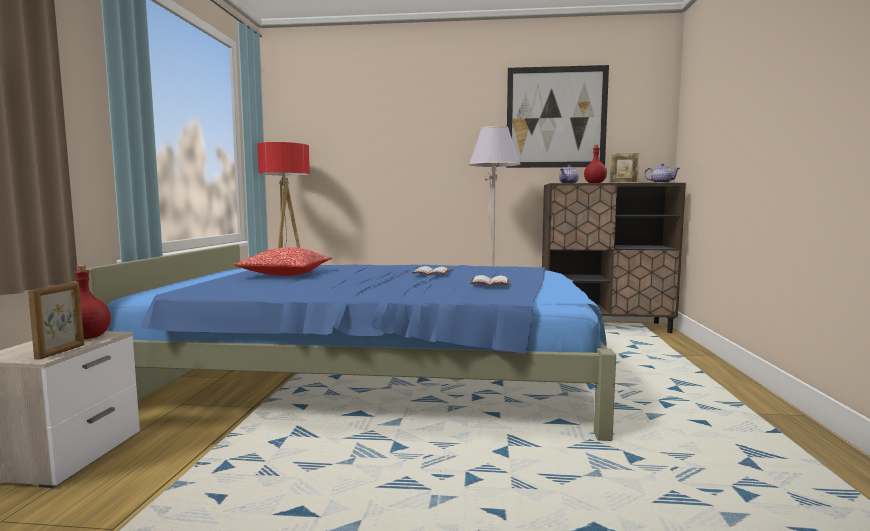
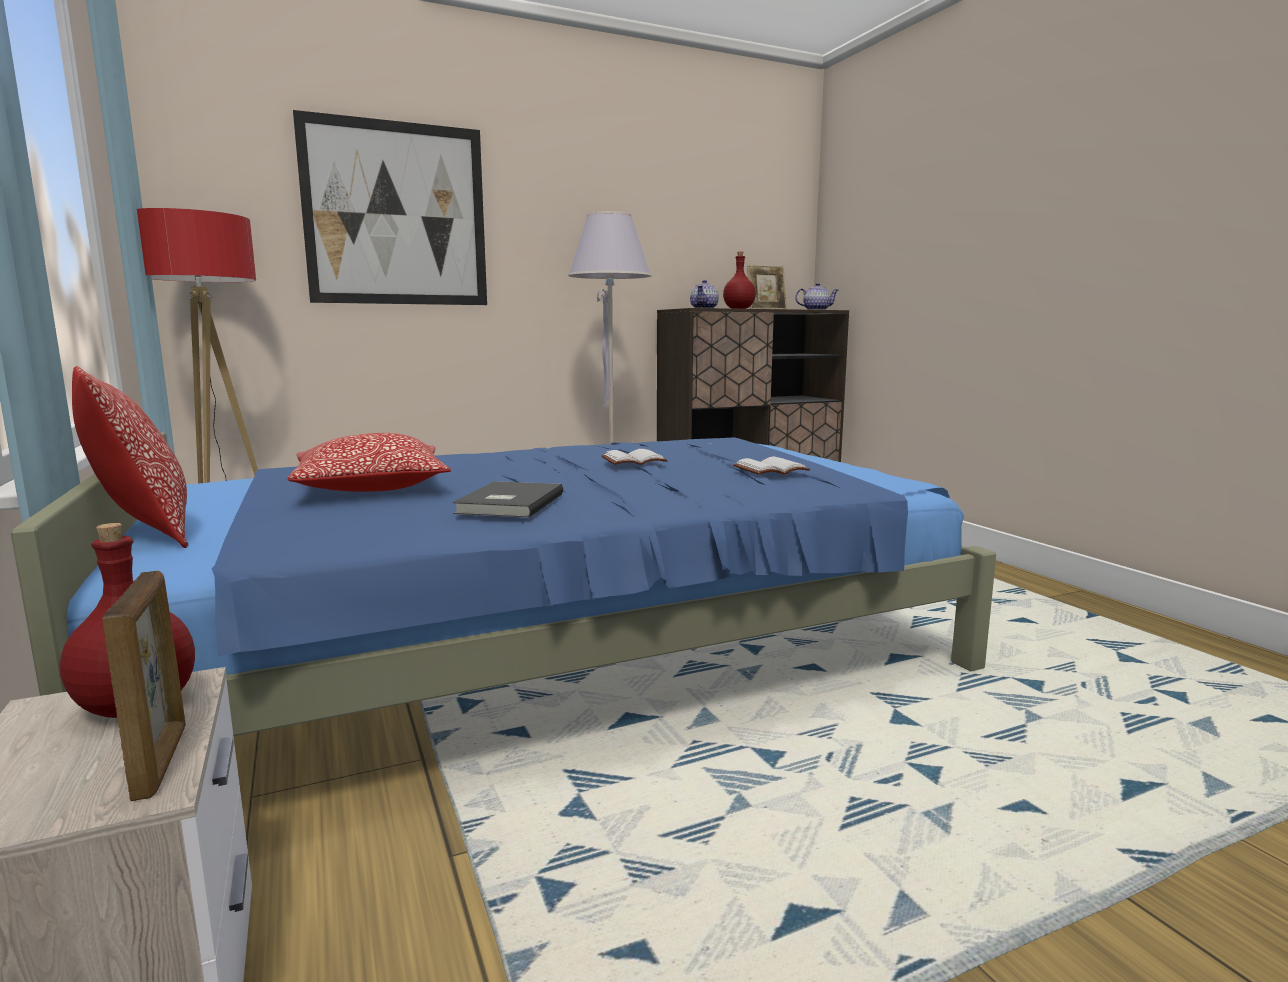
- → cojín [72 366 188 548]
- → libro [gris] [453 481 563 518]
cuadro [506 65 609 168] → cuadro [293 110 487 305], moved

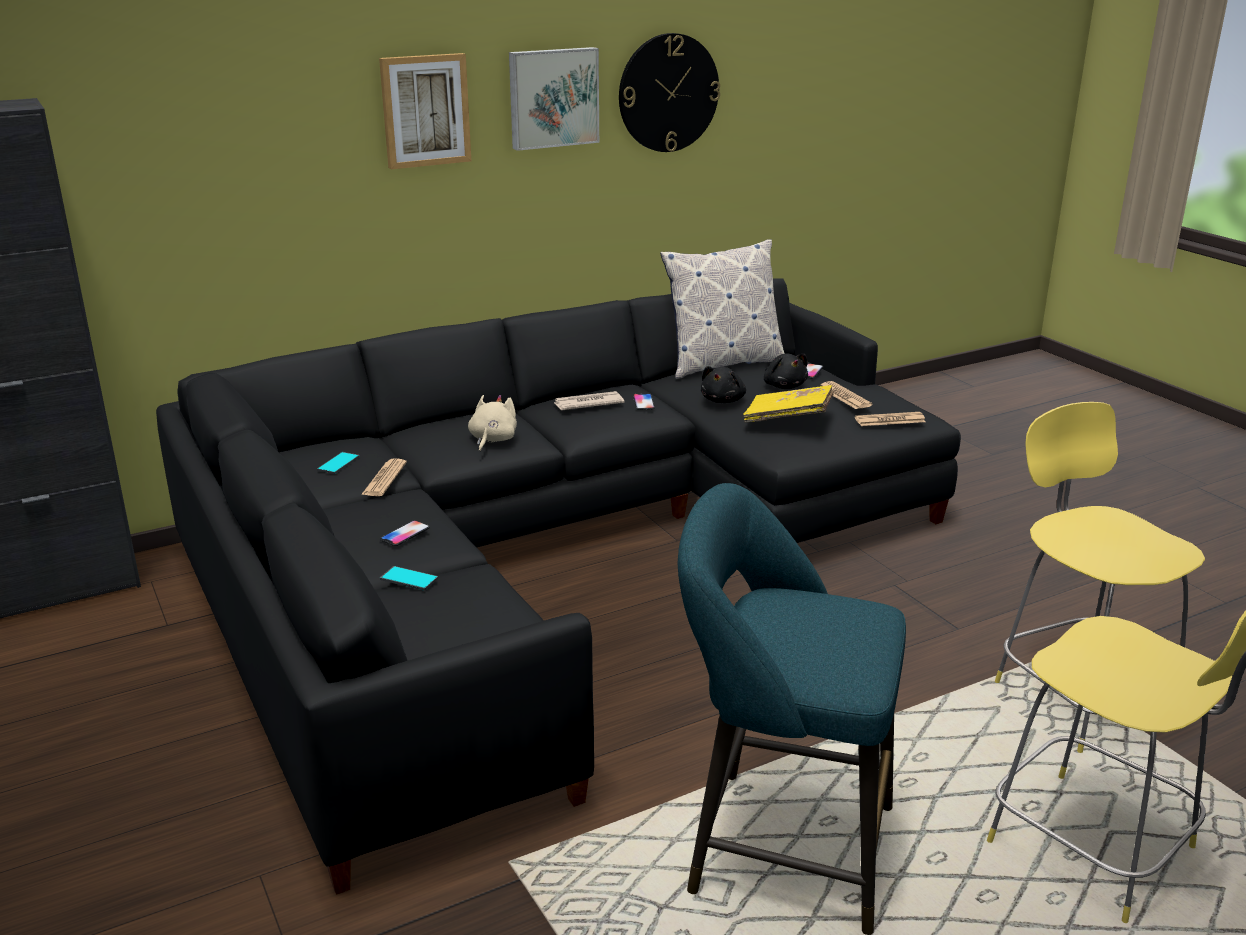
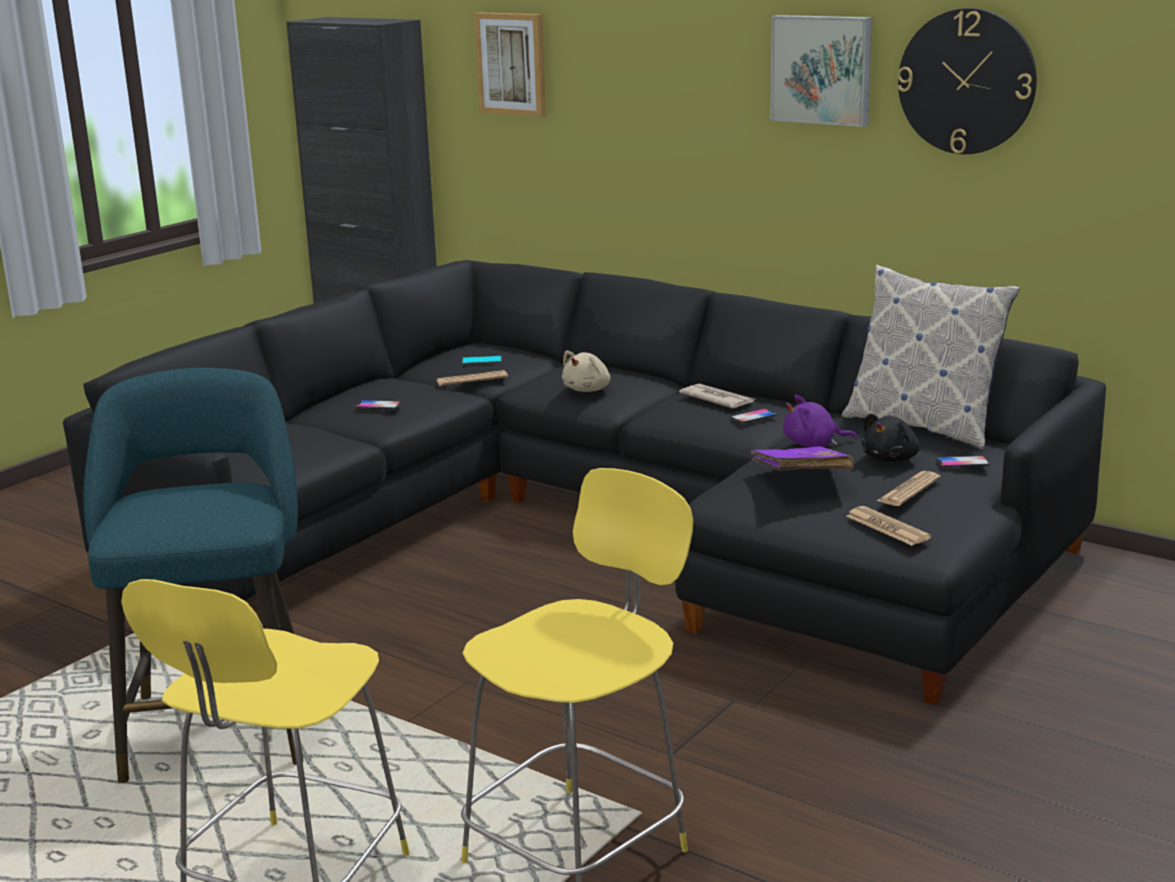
móvil [380 566 438 591] → -
cuadro [379 53 471 169] → cuadro [474 13 546 117], moved
peluche [negro] [701 366 746 403] → peluche [morado] [783 395 857 447]
libro [amarillo] [743 385 834 422] → libro [morado] [751 446 854 471]
peluche [beis] [468 395 517 452] → peluche [beis] [562 351 610 392], 135 degrees clockwise

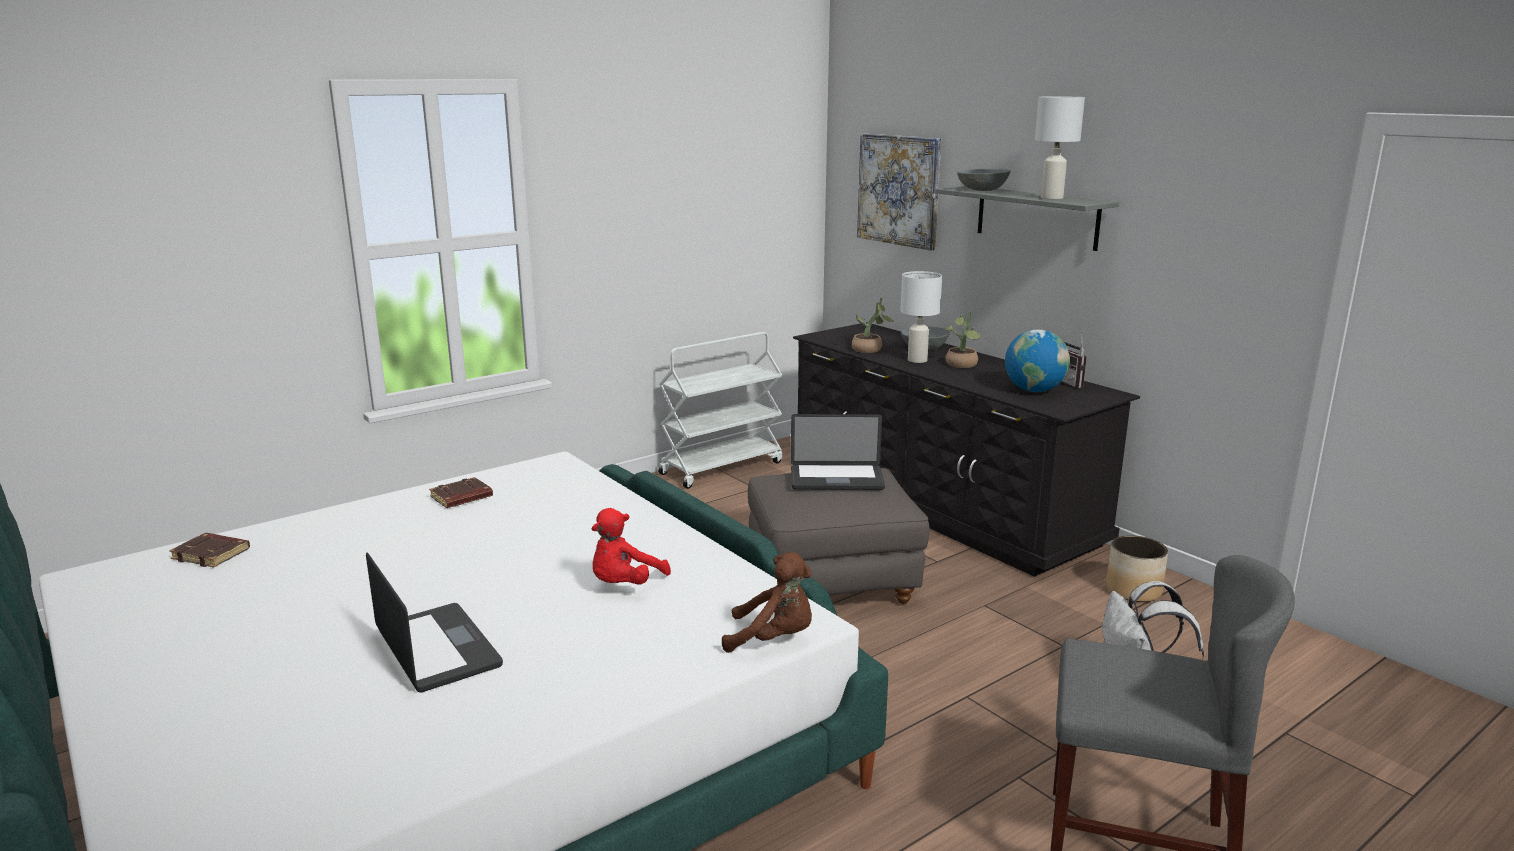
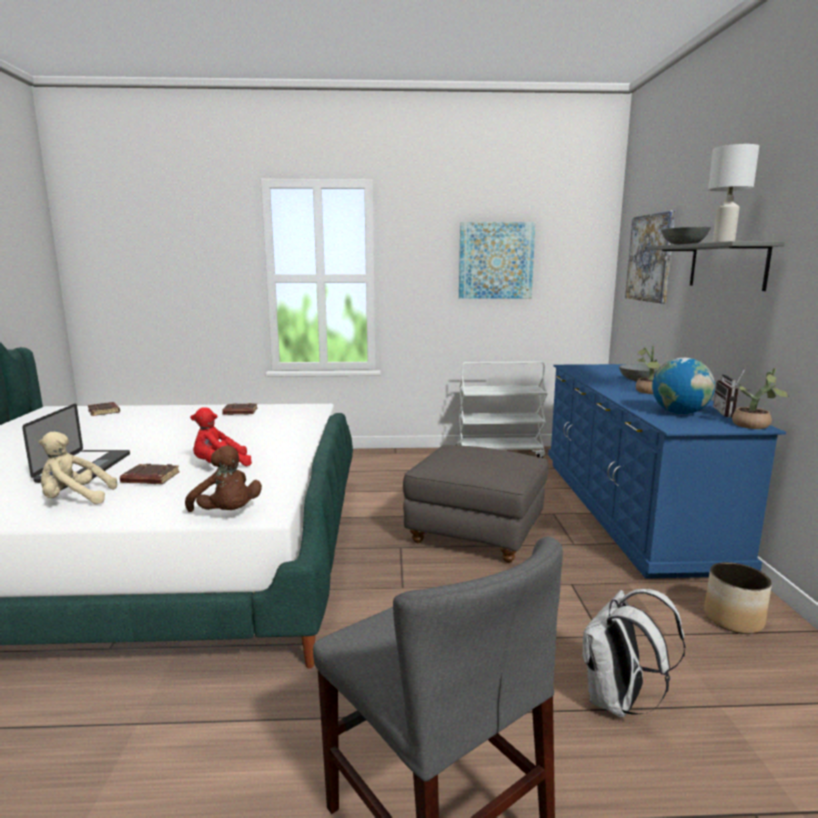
portátil [791 414 885 490] → -
lámpara de mesa [blanco] [900 271 942 363] → -
- → peluche [beis] [39 432 117 504]
- → libro [marrón] [120 464 180 484]
- → cuadro [459 222 536 299]
planta en maceta [852 298 893 353] → planta en maceta [732 368 789 429], moved
cómoda [negro] [793 322 1140 577] → cómoda [azul] [548 364 786 579]

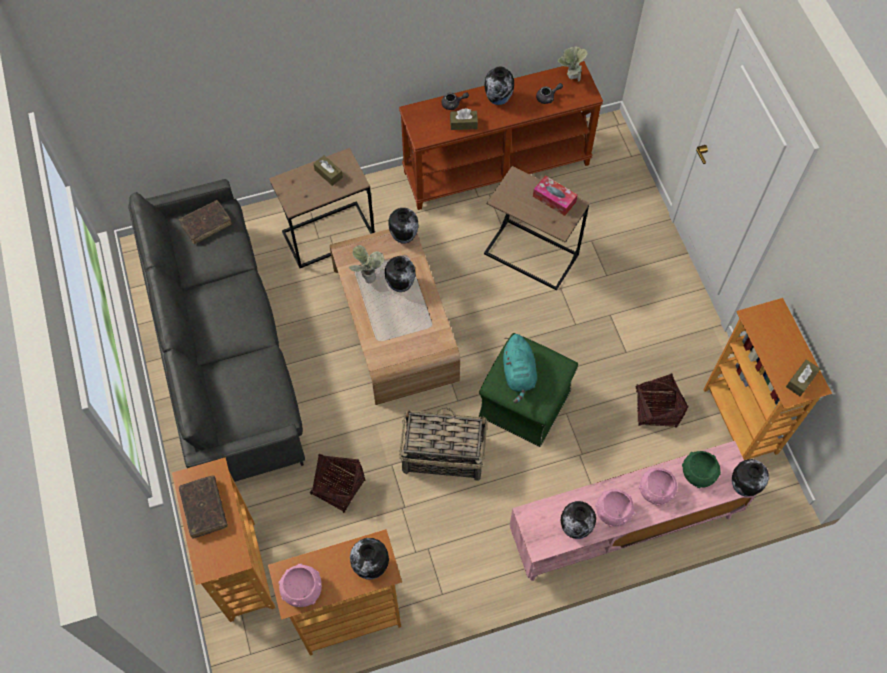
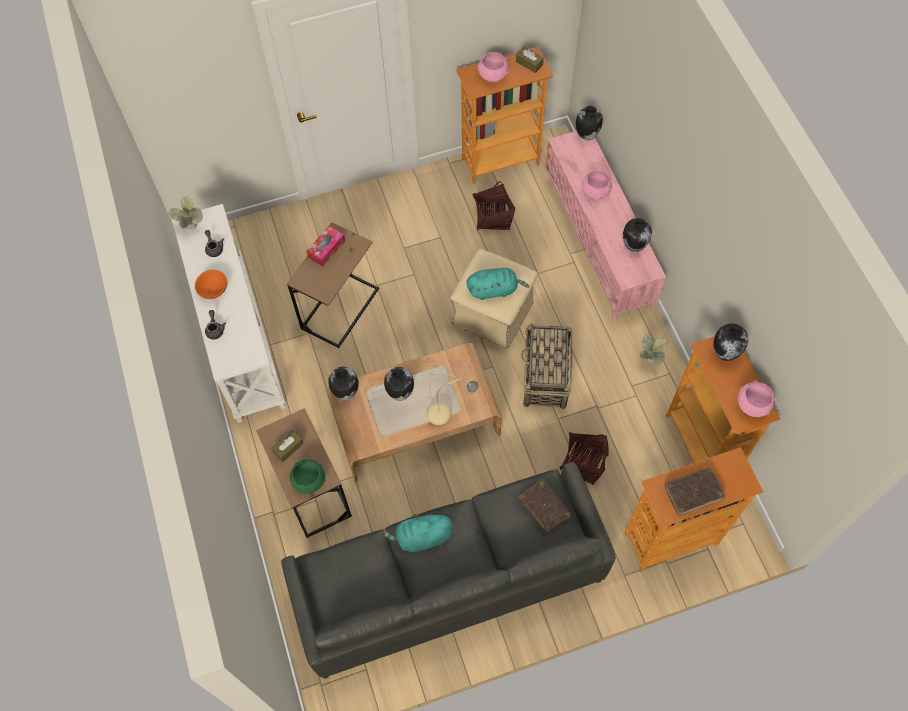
caja de pañuelos [marrón] [450 108 478 130] → -
- → peluche [turquesa] [383 512 453 552]
- → lámpara de mesa [beis] [425 363 479 425]
libro [marrón] [179 200 232 244] → libro [marrón] [519 480 570 534], moved
planta en maceta [349 245 384 283] → planta en maceta [639 335 667 365], moved
cuenco [rosa] [595 489 635 527] → cuenco [rosa] [477 52 508 82], moved
cuenco [verde] [682 451 721 488] → cuenco [verde] [290 459 326 494], moved
florero [484 66 514 105] → cuenco [naranja] [195 270 227 299]
mesa consola [marrón] [399 61 603 210] → mesa consola [blanco] [172 204 286 423]
puf [verde] [479 333 578 447] → puf [beis] [451 249 538 349]

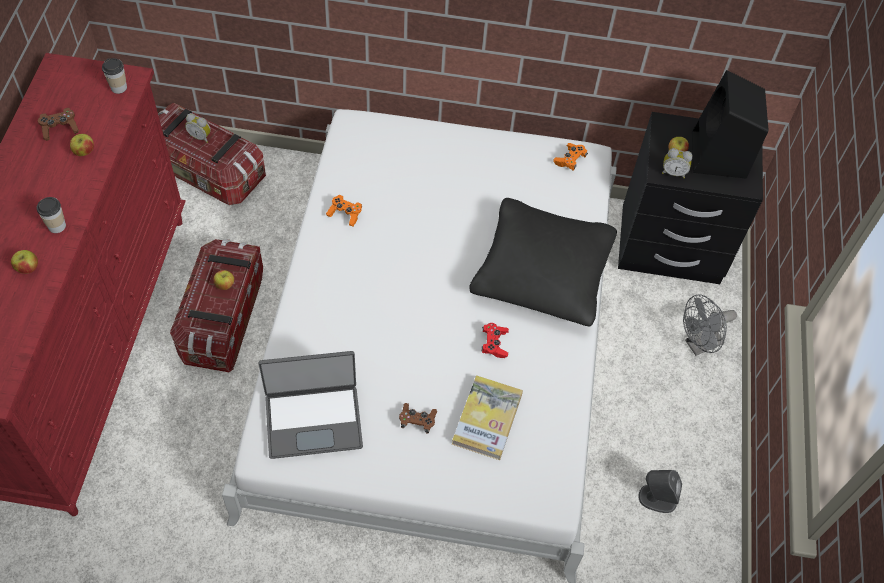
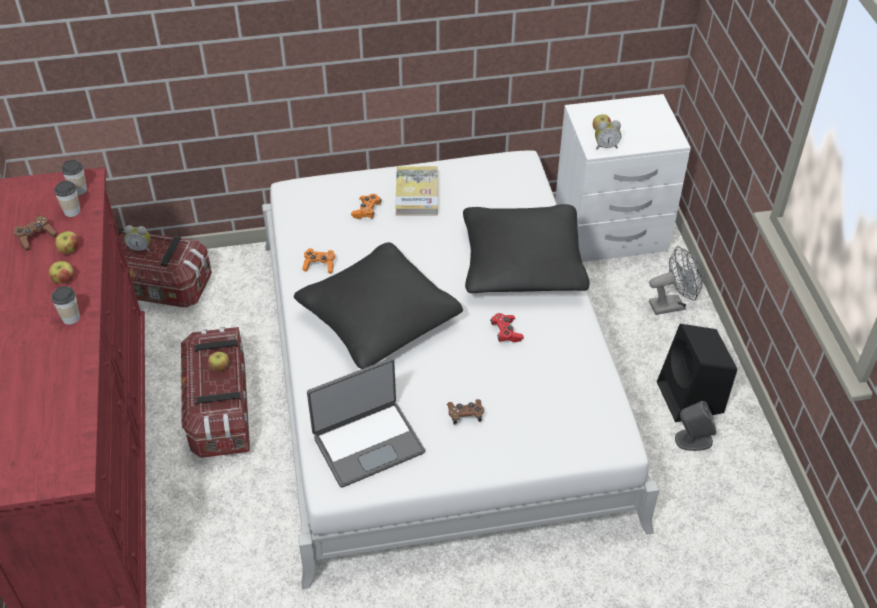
- → taza [54 181 80 217]
- → cojín [negro] [294 242 463 369]
manzana [11 250 38 274] → manzana [49 261 74 284], moved
libro [452 375 523 460] → libro [395 166 438 215], moved
mando de consola [naranja] [553 143 588 171] → mando de consola [naranja] [351 194 382 219], moved
altavoz [negro] [692 70 768 179] → altavoz [negro] [657 324 737 422], moved
mesita de noche [negro] [618 112 763 284] → mesita de noche [blanco] [555 94 691 262]
ventilador [gris] [683 295 737 356] → ventilador [gris] [649 246 703 315], 150 degrees counterclockwise

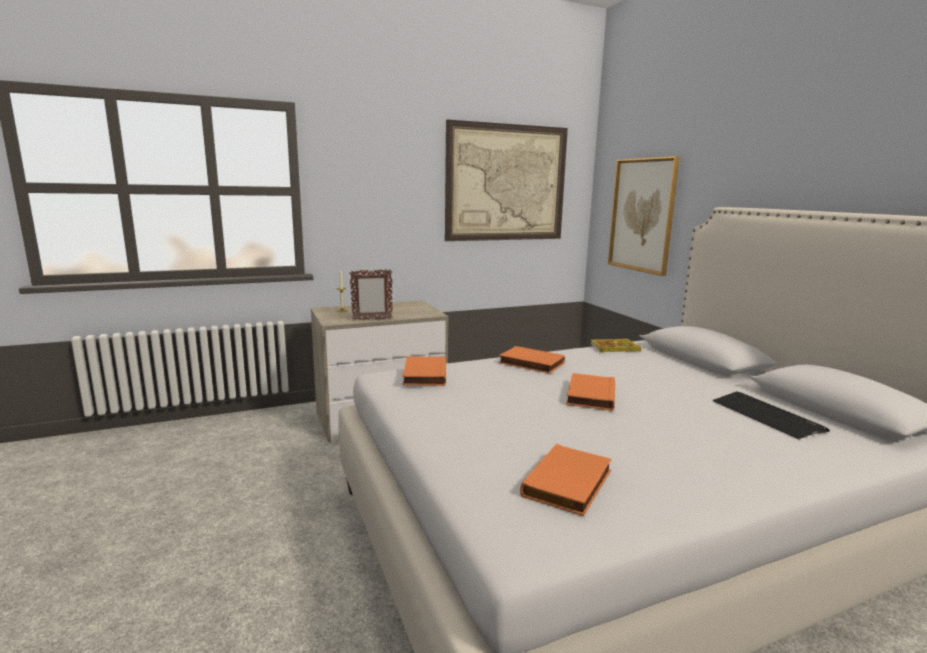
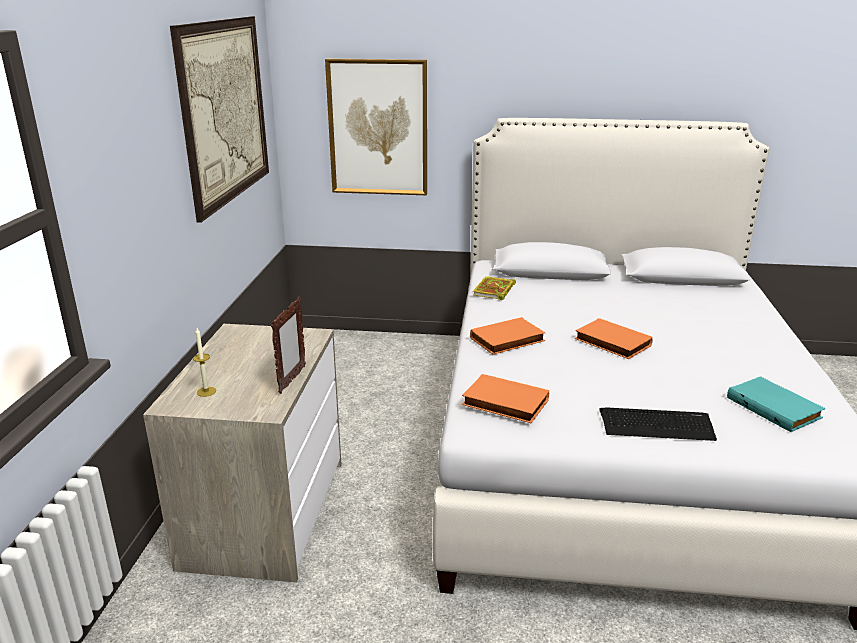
teclado [713 391 830 439] → teclado [599 407 717 441], moved
libro [naranja] [520 444 612 516] → libro [turquesa] [727 376 825 432]

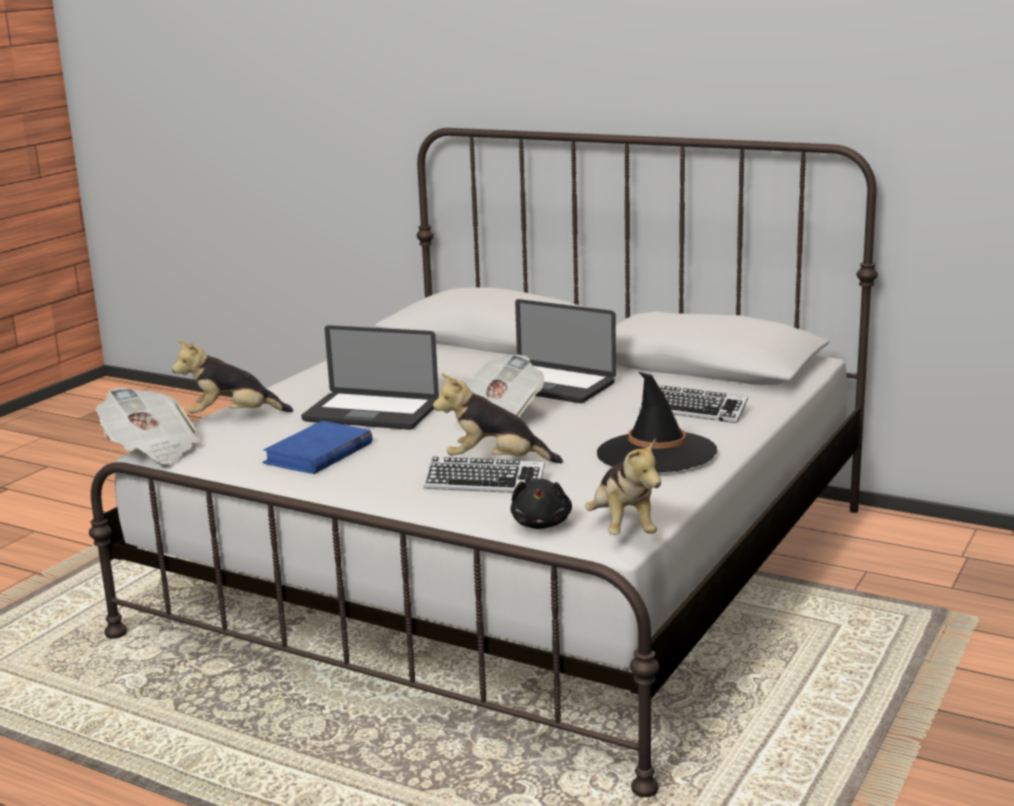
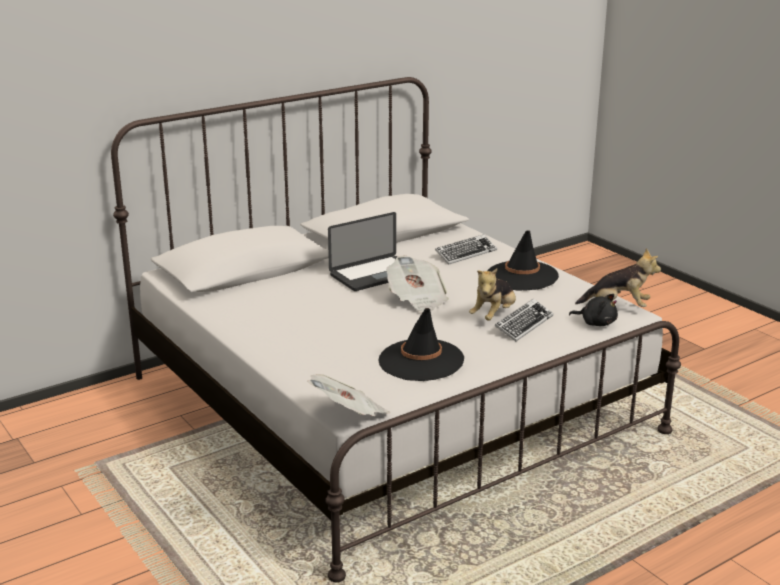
peluche [172 340 293 413] → -
portátil [301 325 439 430] → -
libro [azul] [263 421 372 474] → sombrero [negro] [378 308 464 381]

